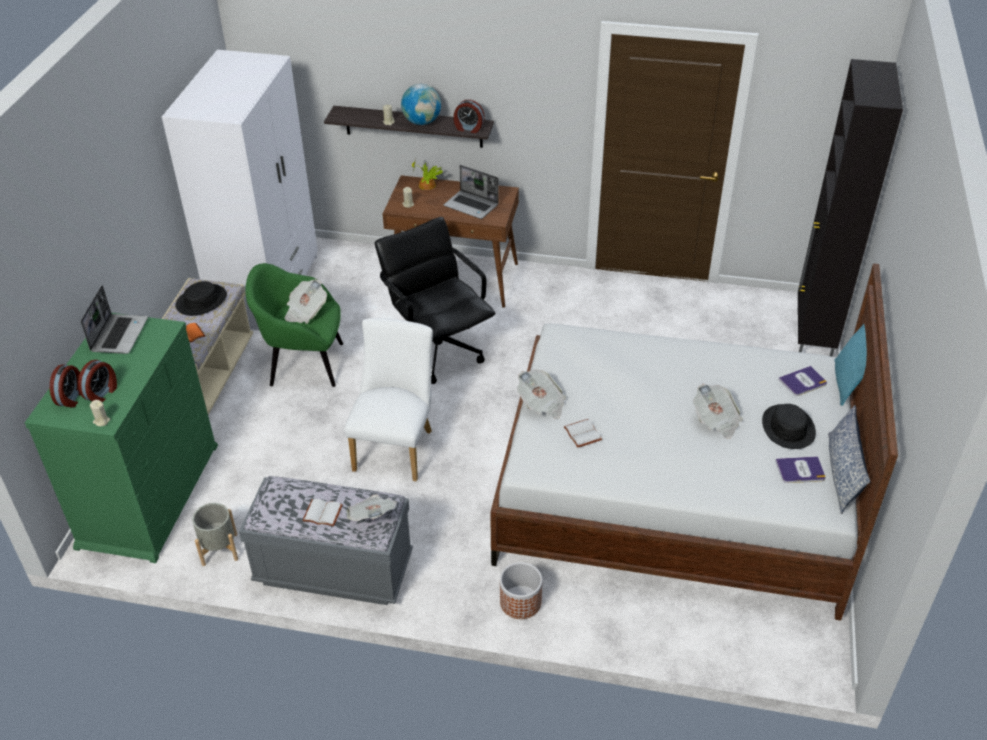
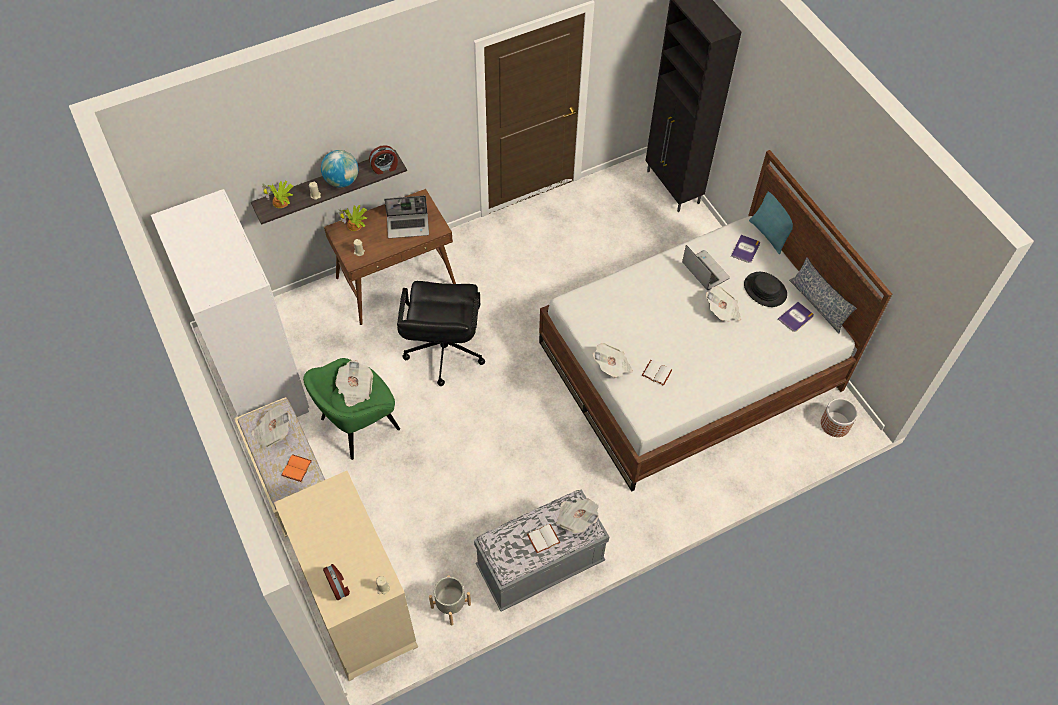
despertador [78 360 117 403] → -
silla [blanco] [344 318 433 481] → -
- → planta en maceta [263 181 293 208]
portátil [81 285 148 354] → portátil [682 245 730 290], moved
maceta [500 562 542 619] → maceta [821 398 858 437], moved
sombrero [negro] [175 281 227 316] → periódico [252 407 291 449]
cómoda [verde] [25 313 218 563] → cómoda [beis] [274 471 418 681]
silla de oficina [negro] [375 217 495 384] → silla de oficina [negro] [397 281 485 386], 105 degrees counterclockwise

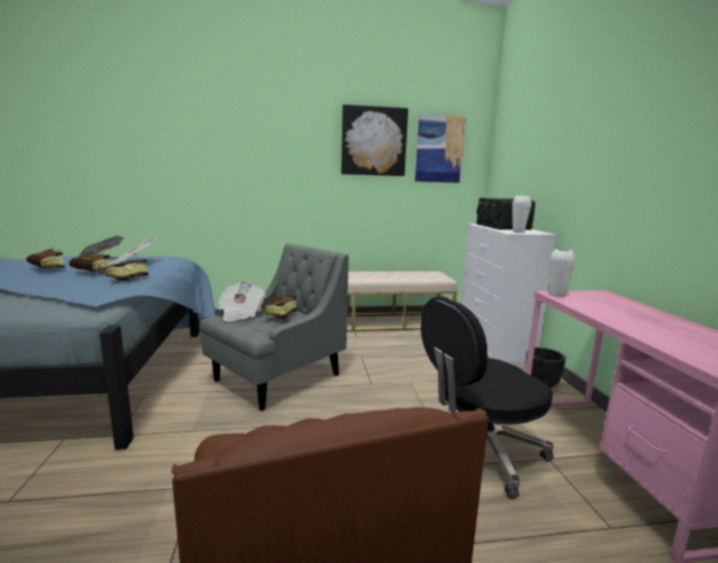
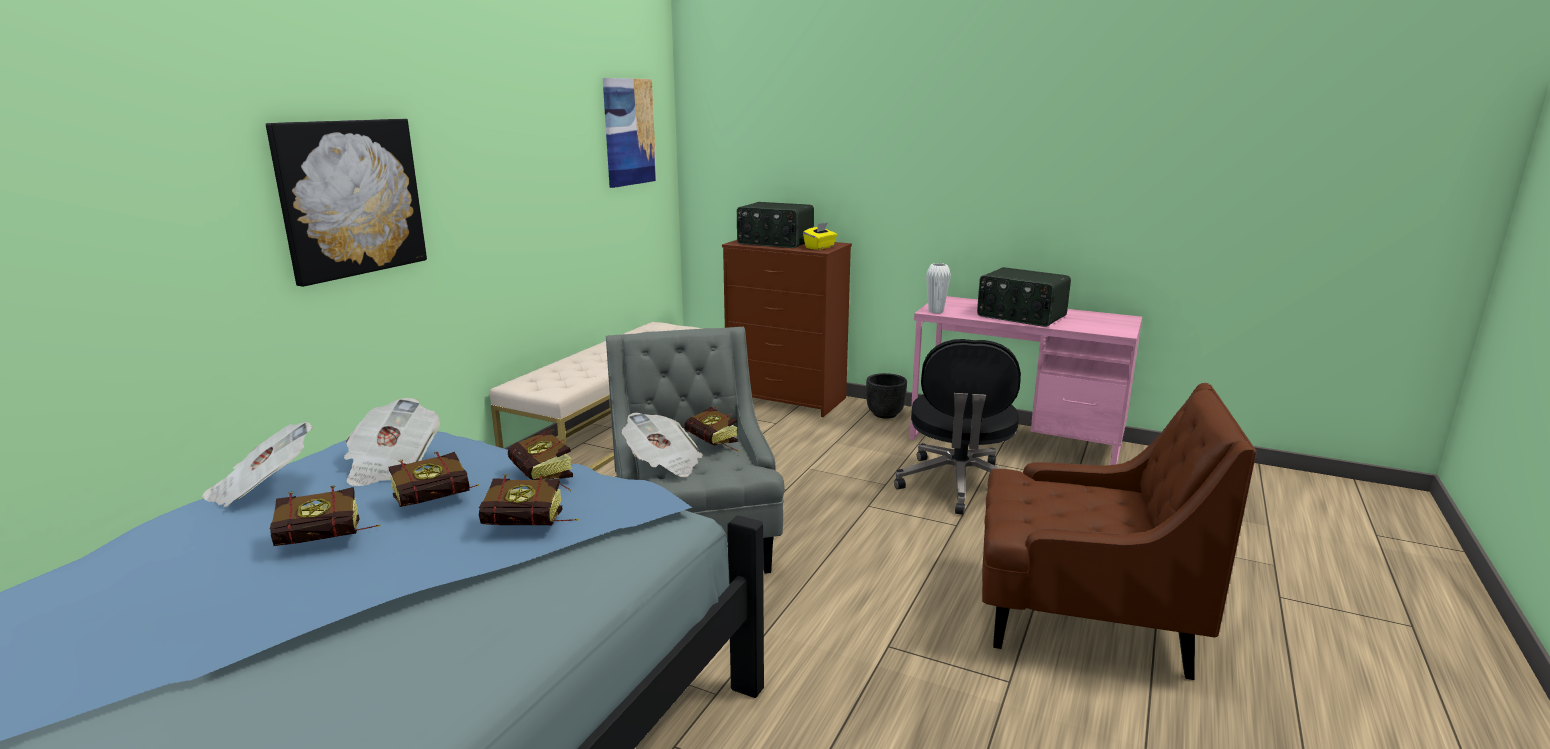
- → libro [479 474 579 525]
- → radio [977 267 1071 327]
cuadro [341 104 408 176] → cuadro [266 119 427 287], moved
florero [blanco] [512 196 532 233] → caja de pañuelos [amarillo] [803 222 837 250]
cómoda [blanco] [461 224 557 364] → cómoda [marrón] [722 240 852 417]

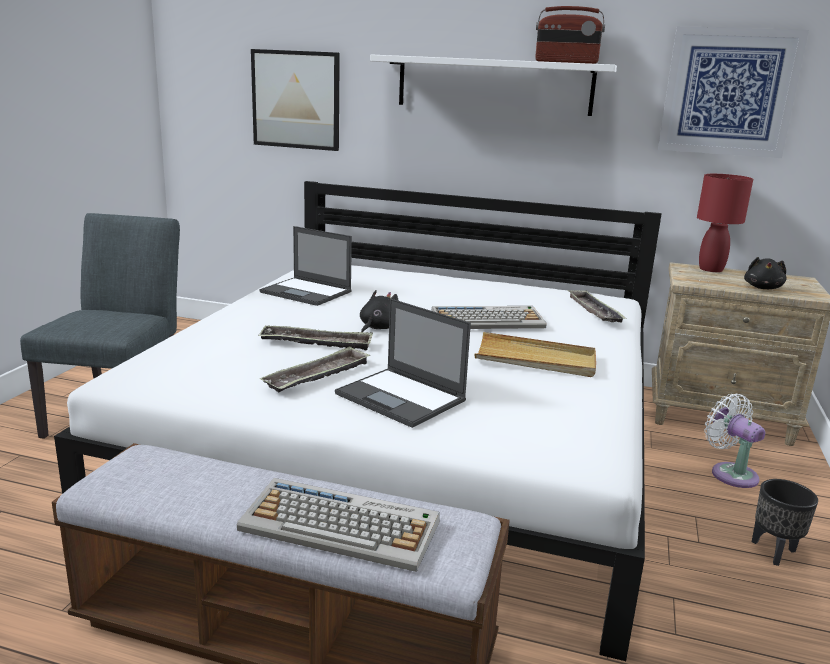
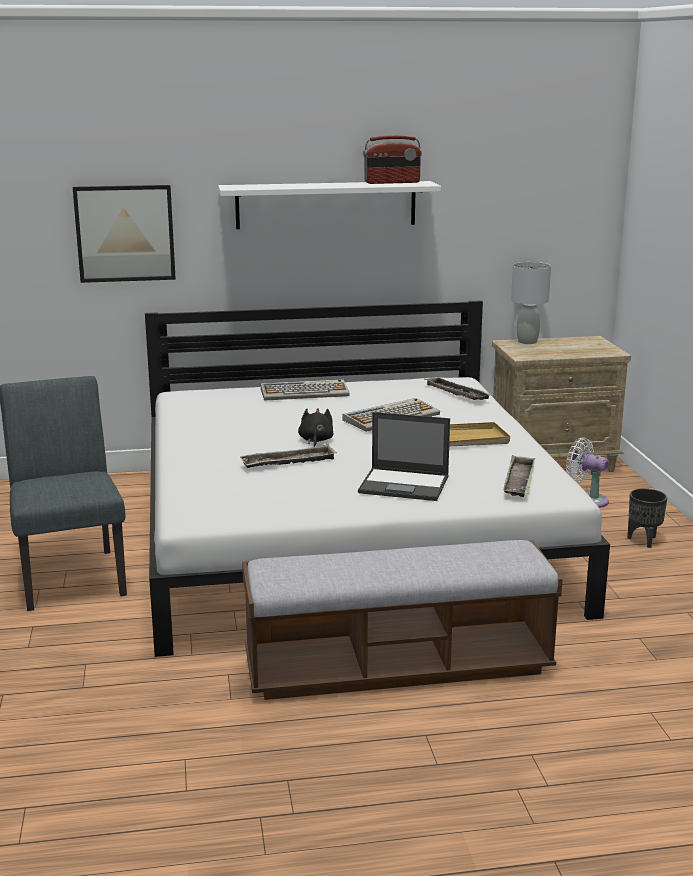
portátil [259 226 352 306] → -
cuadro [658 26 809 158] → -
peluche [negro] [744 257 787 289] → -
teclado [237 478 440 572] → teclado [261 379 349 401], moved
bandeja [260 346 370 392] → bandeja [503 455 535 497], moved
lámpara de mesa [rojo] [697 174 753 272] → lámpara de mesa [gris] [511 262 551 344]

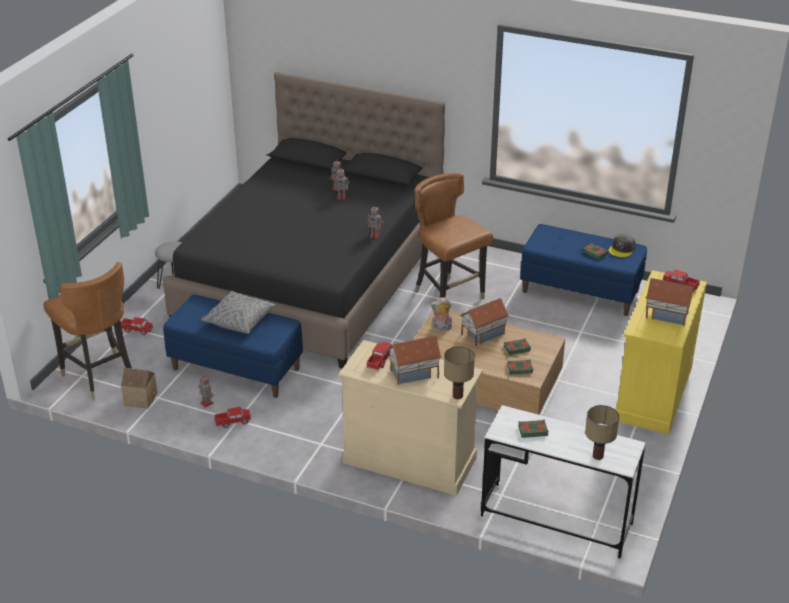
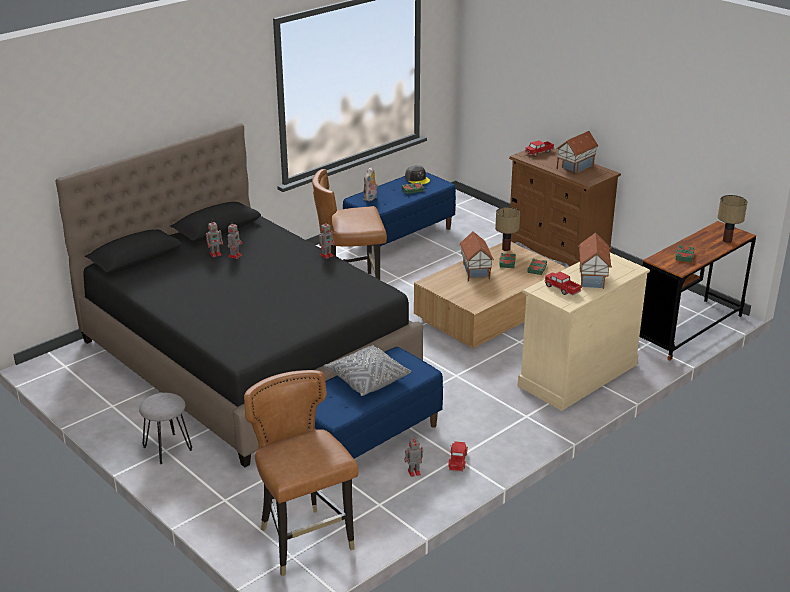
camión de juguete [121 317 153 335] → -
casita [121 368 157 409] → -
peluche [430 297 452 331] → peluche [363 167 378 201], moved
lámpara de mesa [444 346 475 399] → lámpara de mesa [495 207 520 251], moved
escritorio [blanco] [479 405 646 559] → escritorio [marrón] [639 221 756 361]
cómoda [amarillo] [615 270 707 434] → cómoda [marrón] [509 149 621 266]
silla [marrón] [44 262 132 401] → silla [marrón] [244 370 358 576], 105 degrees counterclockwise

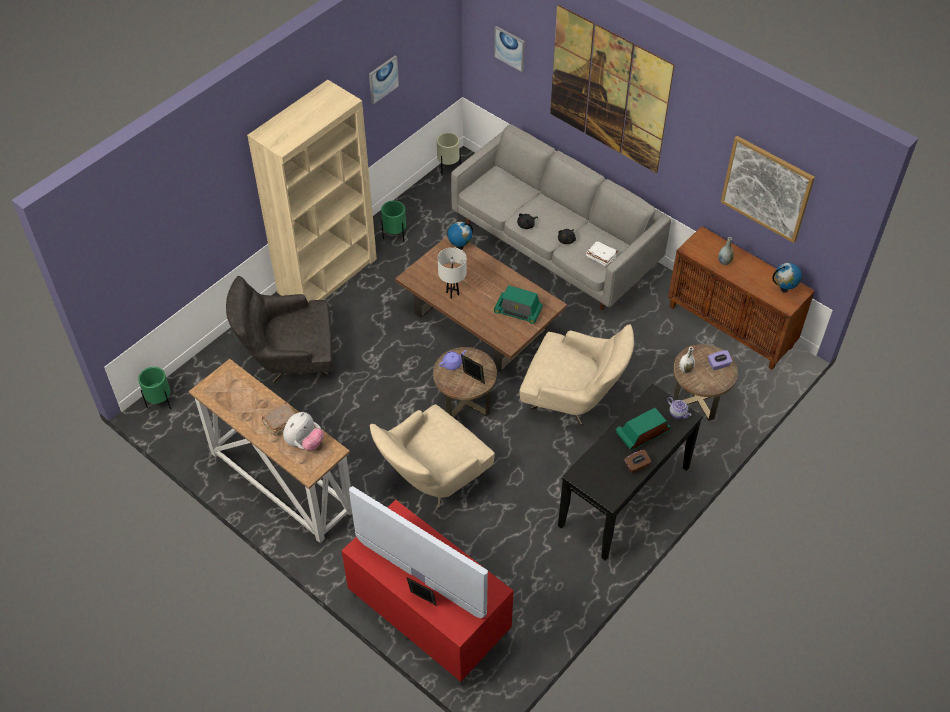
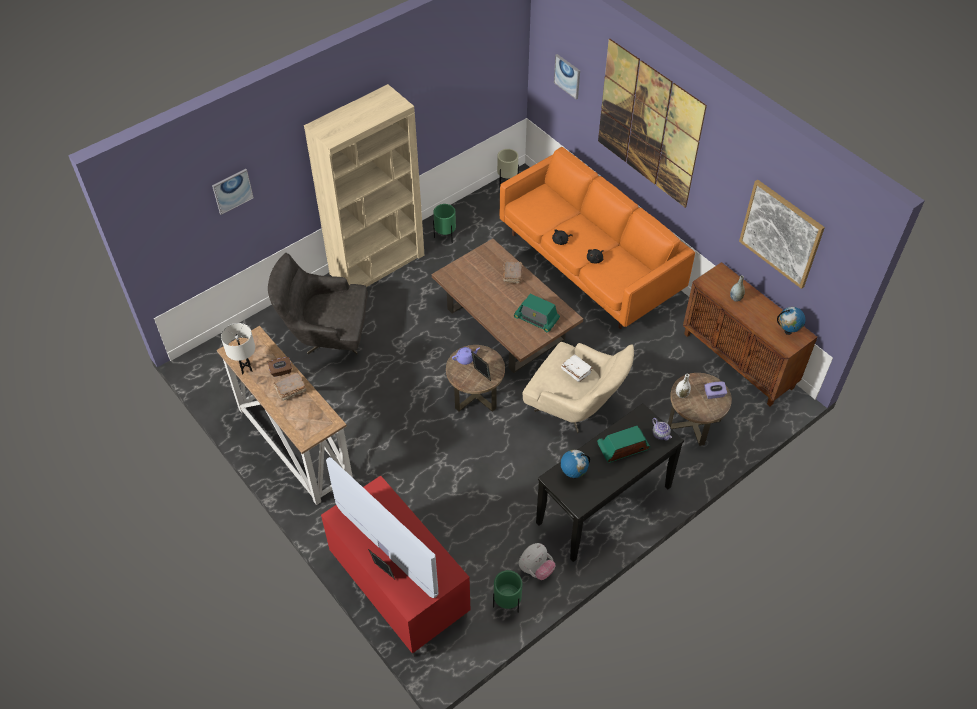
sillón [beis] [370 404 495 509] → -
- → libro [marrón] [503 261 522 284]
maceta [verde] [138 367 171 409] → maceta [verde] [493 570 522 613], moved
peluche [283 412 324 451] → peluche [519 543 556 580], moved
cuadro [369 55 399 105] → cuadro [212 169 254 215], moved
lámpara de mesa [blanco] [438 247 467 299] → lámpara de mesa [blanco] [221 323 255 374], moved
globo terráqueo [447 222 473 250] → globo terráqueo [560 450 590 479], moved
libro [blanco] [586 241 618 267] → libro [blanco] [561 354 593 382], moved
caja de pañuelos [marrón] [624 449 652 473] → caja de pañuelos [marrón] [268 357 292 377], moved
sofá [gris] [451 124 671 310] → sofá [naranja] [500 147 695 329]

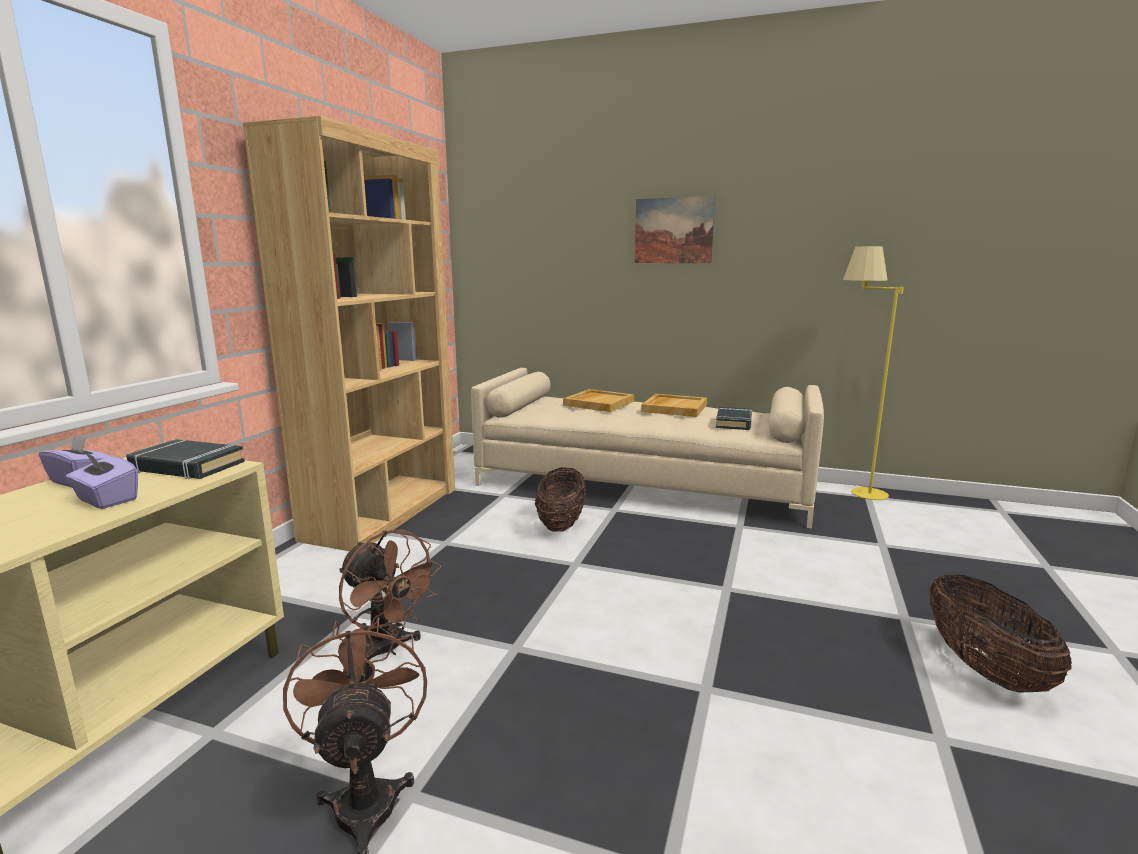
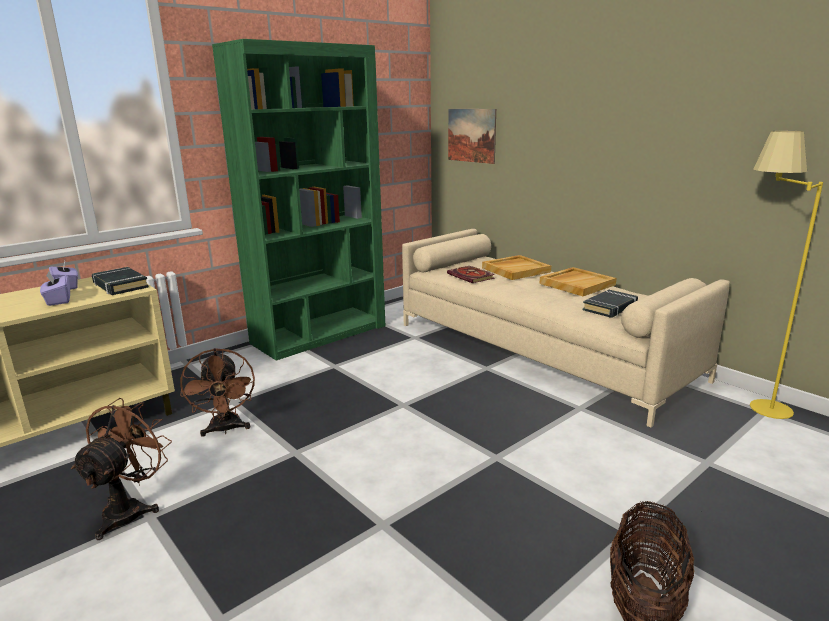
cesta [535 467 586 532] → -
- → libro [447 266 495 283]
cuadro [635 196 716 263] → cuadro [448 109 496 164], moved
estantería [marrón] [243 116 455 551] → estantería [verde] [212 39 385 360]

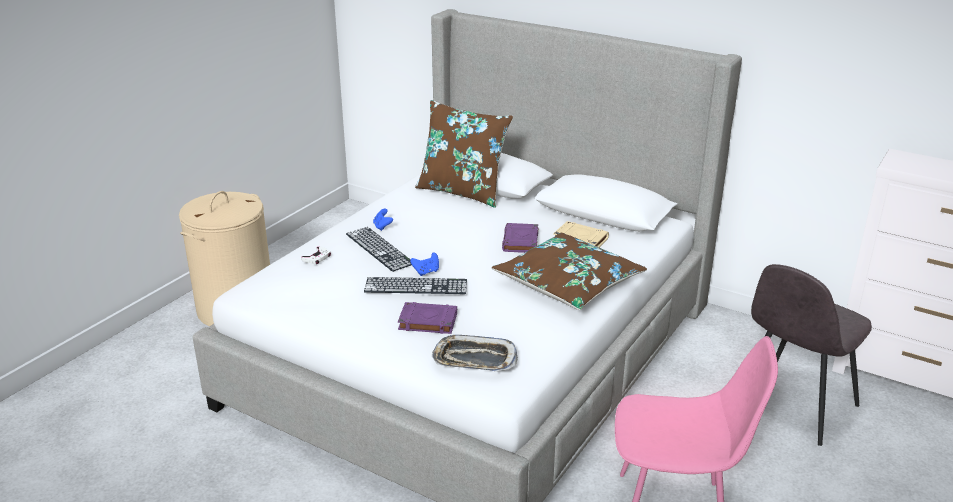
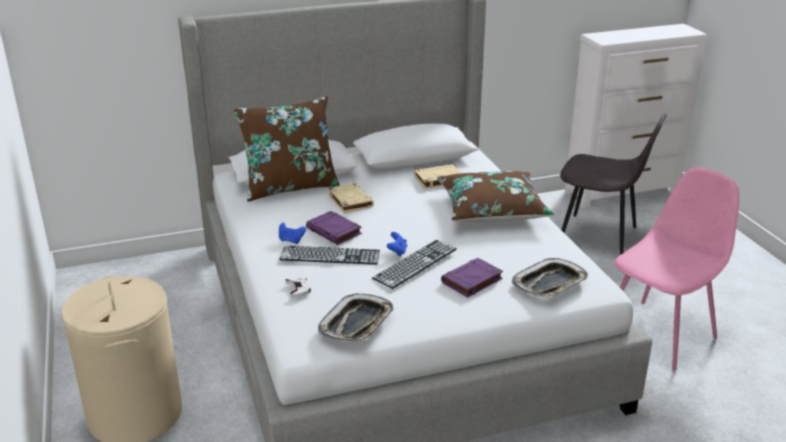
- → bandeja [318 294 394 342]
- → libro [beis] [328 183 374 213]
libro [morado] [502 223 538 253] → libro [morado] [306 211 362 245], moved
silla [gris] [751 264 872 446] → silla [gris] [560 113 666 255], 60 degrees counterclockwise

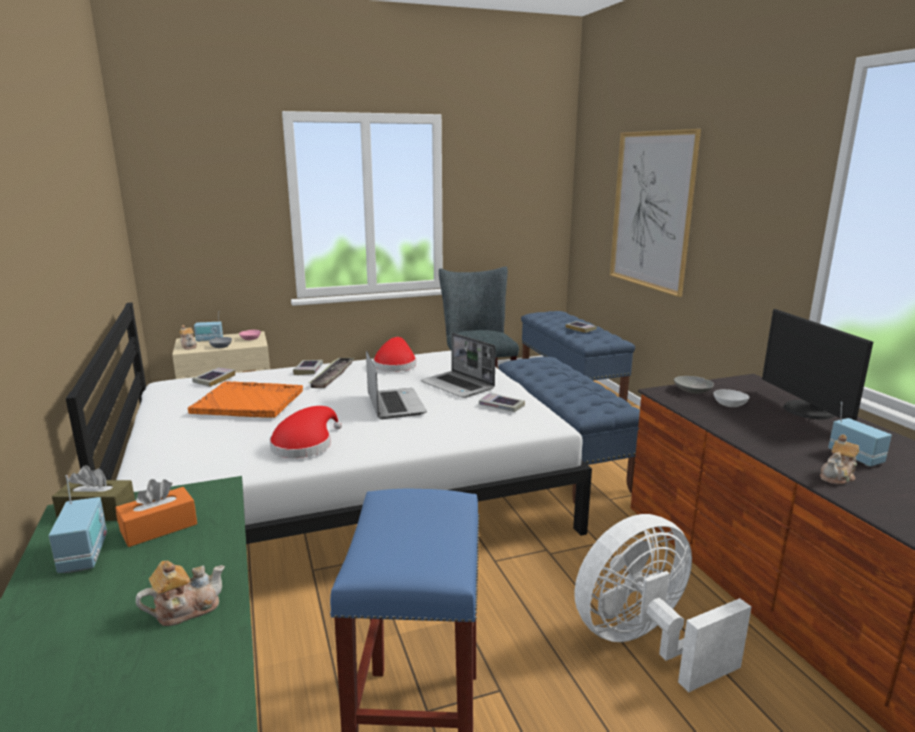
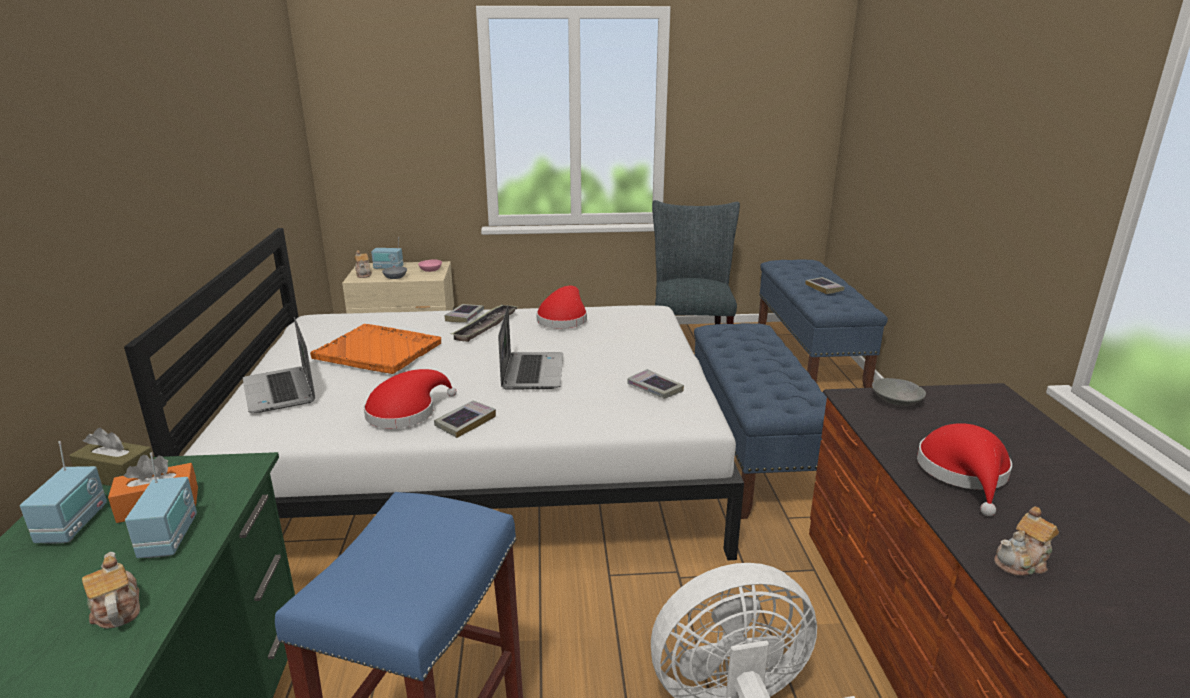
cuadro [610 129 701 297] → -
cuenco [blanco] [714 389 750 407] → -
monitor [762 309 873 421] → -
- → sombrero [rojo] [917 423 1012 516]
libro [192 368 235 387] → libro [434 401 496 438], moved
portátil [421 333 496 398] → portátil [243 317 315 413], moved
radio [828 402 892 467] → radio [125 452 197 558], moved
tetera [136 560 225 626] → tetera [82 552 140 629], 105 degrees counterclockwise

